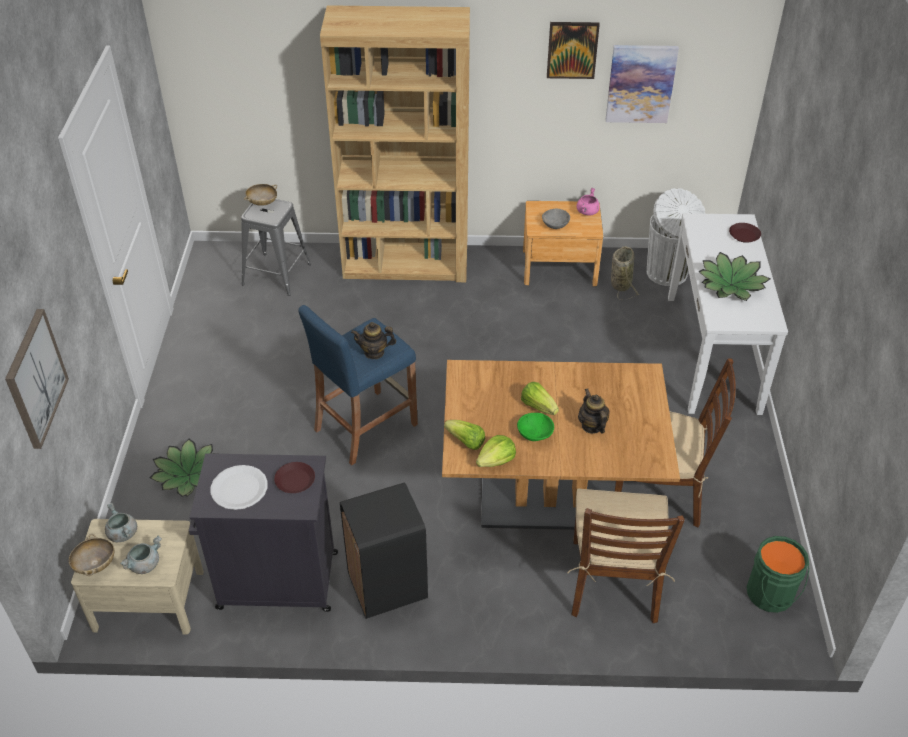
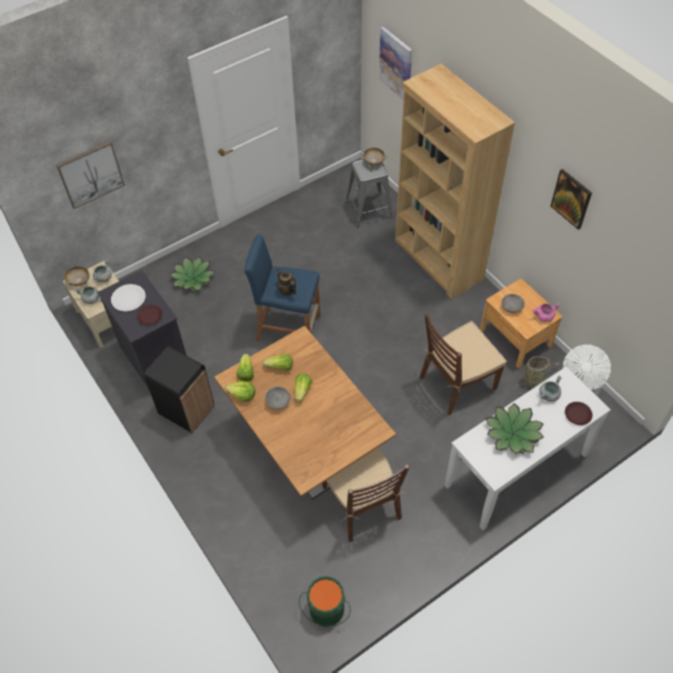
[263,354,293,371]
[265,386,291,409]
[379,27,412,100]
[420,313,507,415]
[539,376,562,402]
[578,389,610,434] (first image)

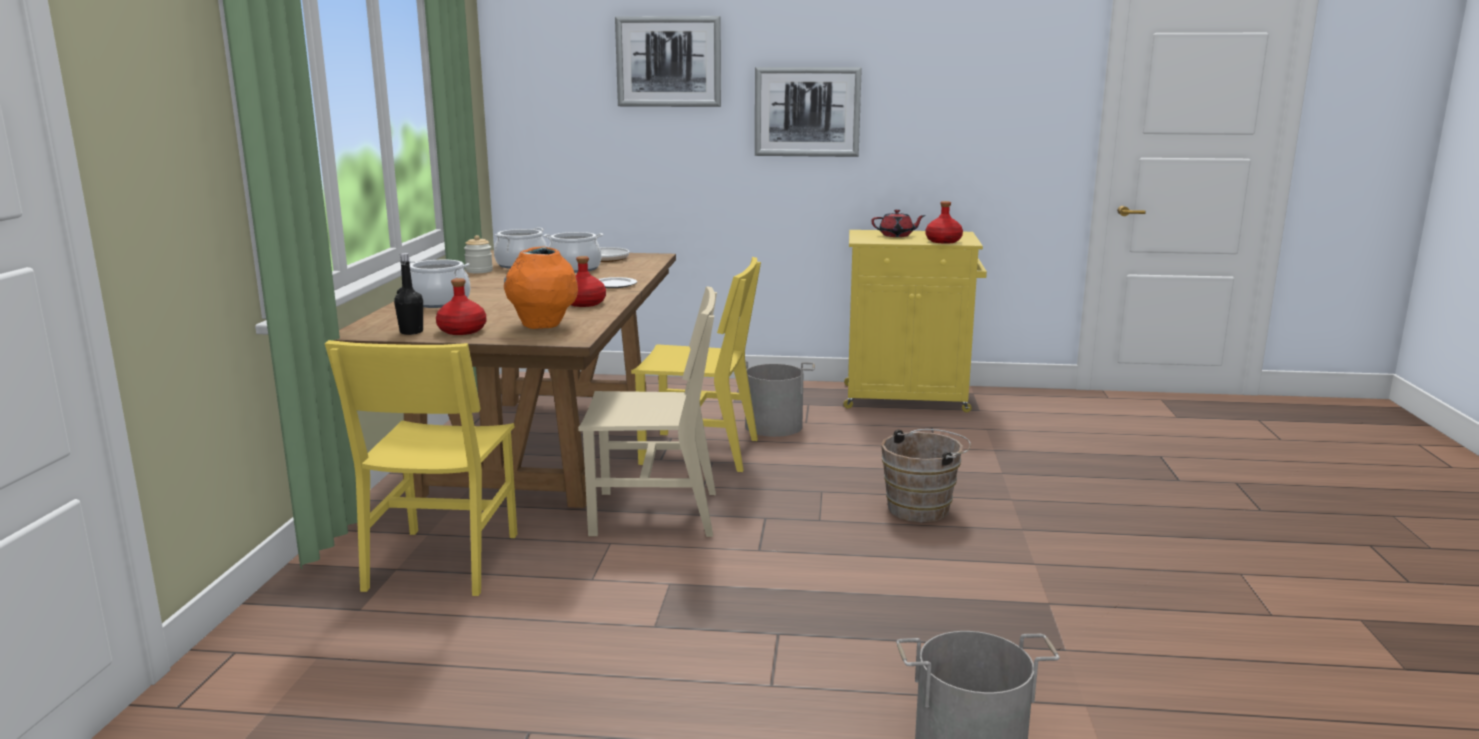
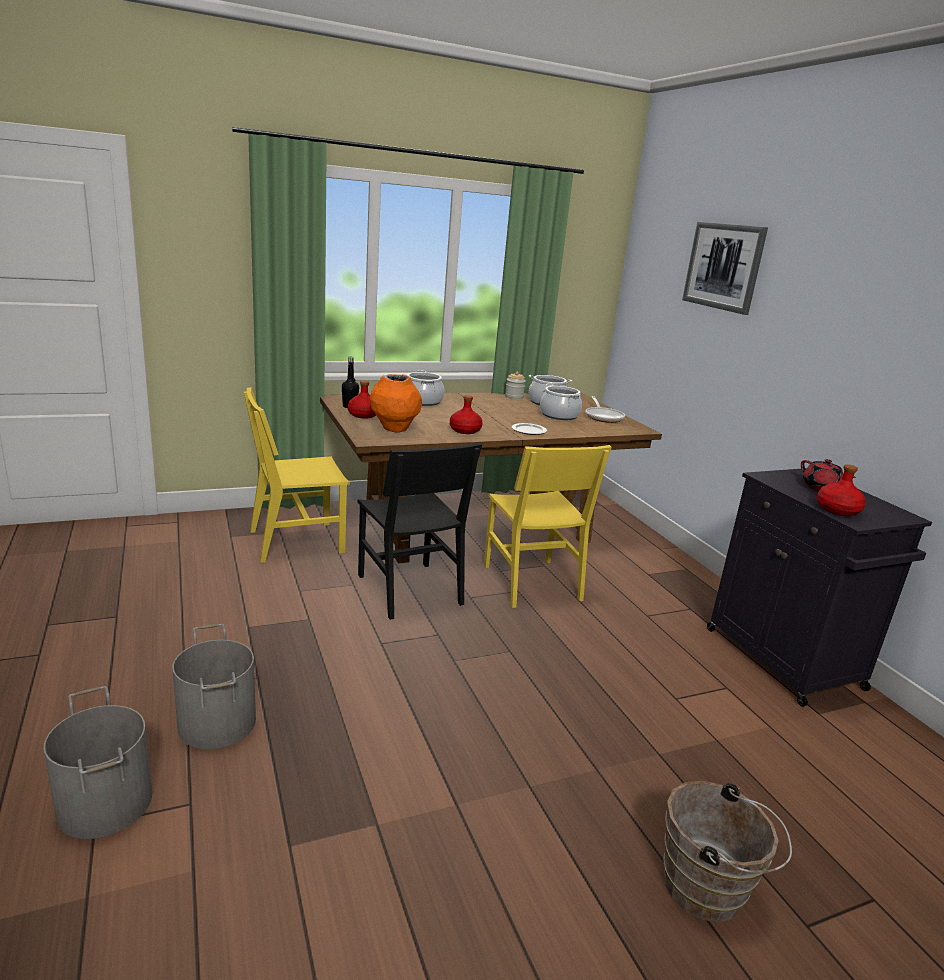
[172,624,256,749]
[357,442,482,620]
[663,781,792,922]
[707,468,932,707]
[755,67,862,157] (first image)

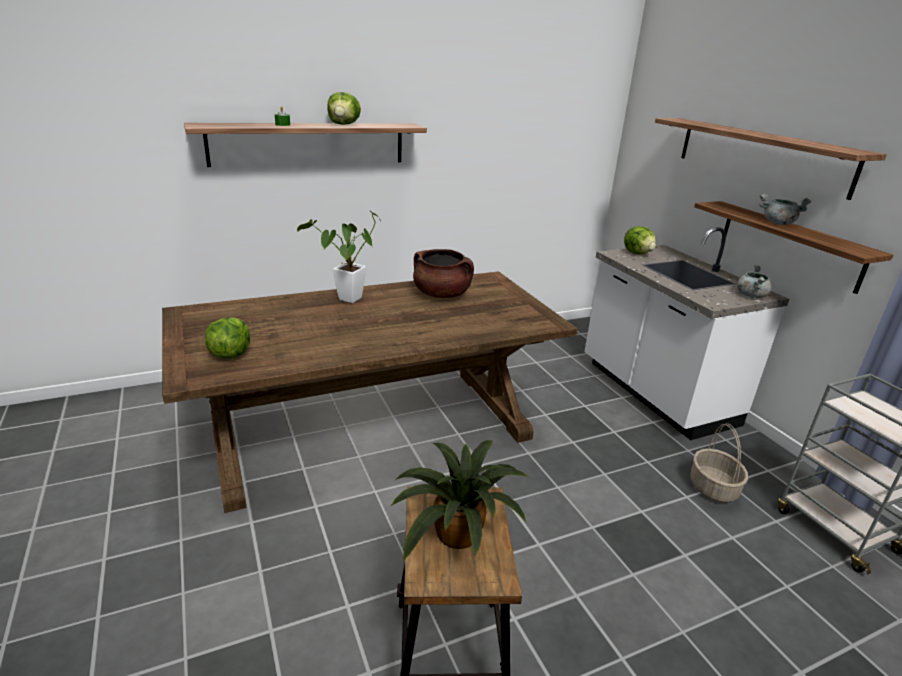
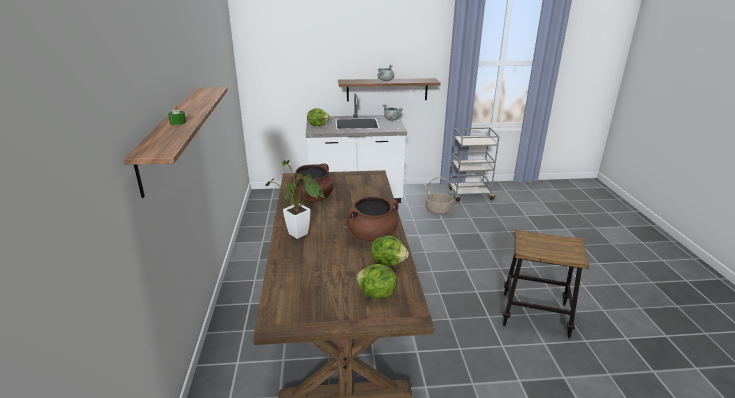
[347,196,399,242]
[371,235,409,266]
[391,440,529,562] (first image)
[655,118,887,200] (first image)

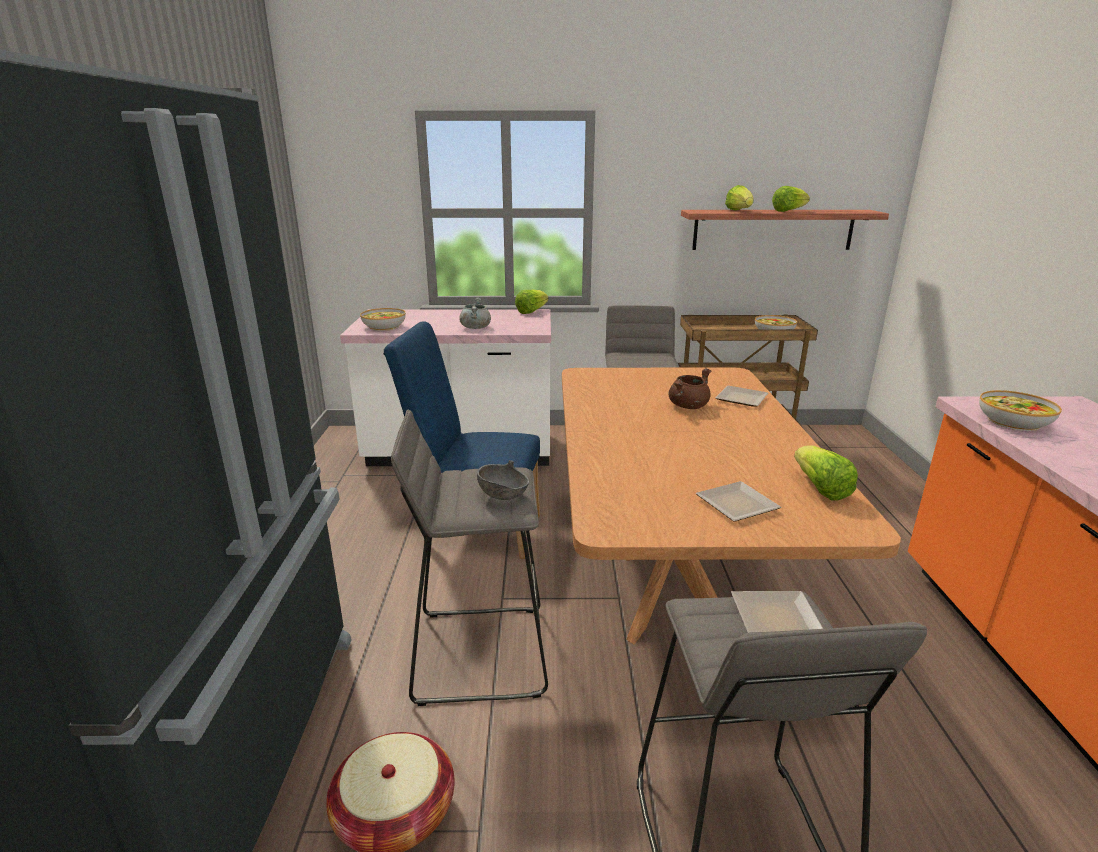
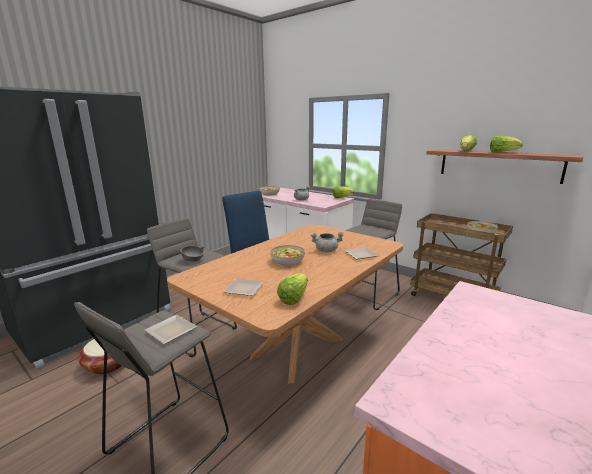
[270,245,305,266]
[311,232,344,252]

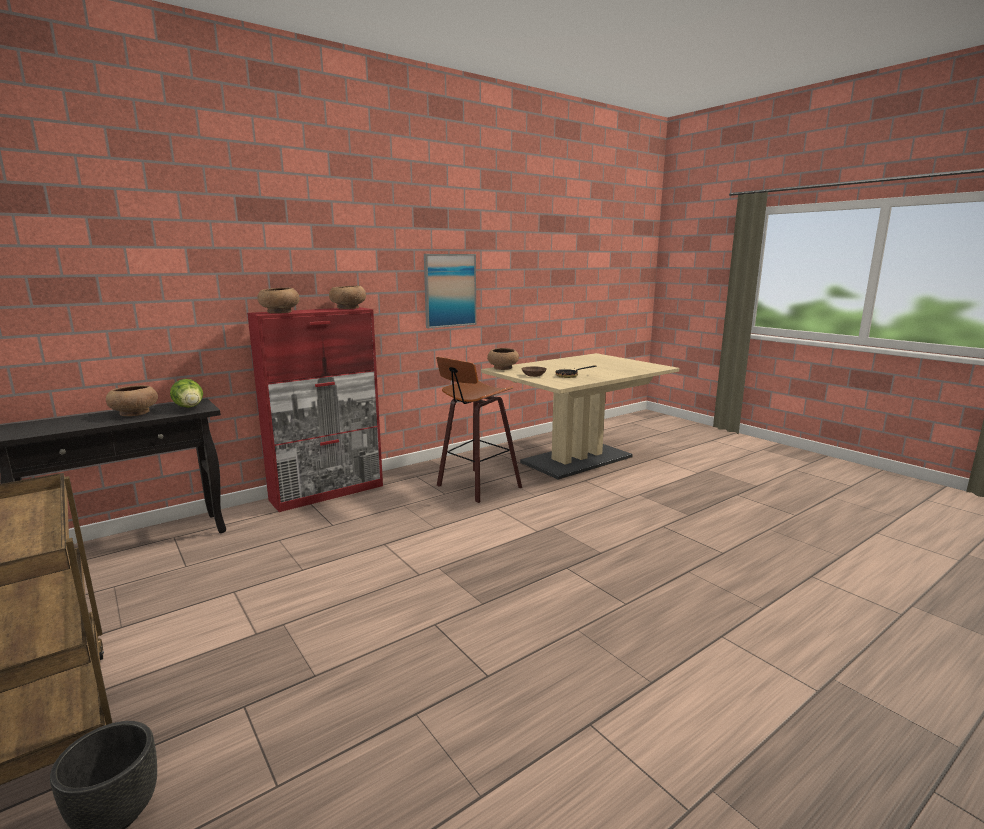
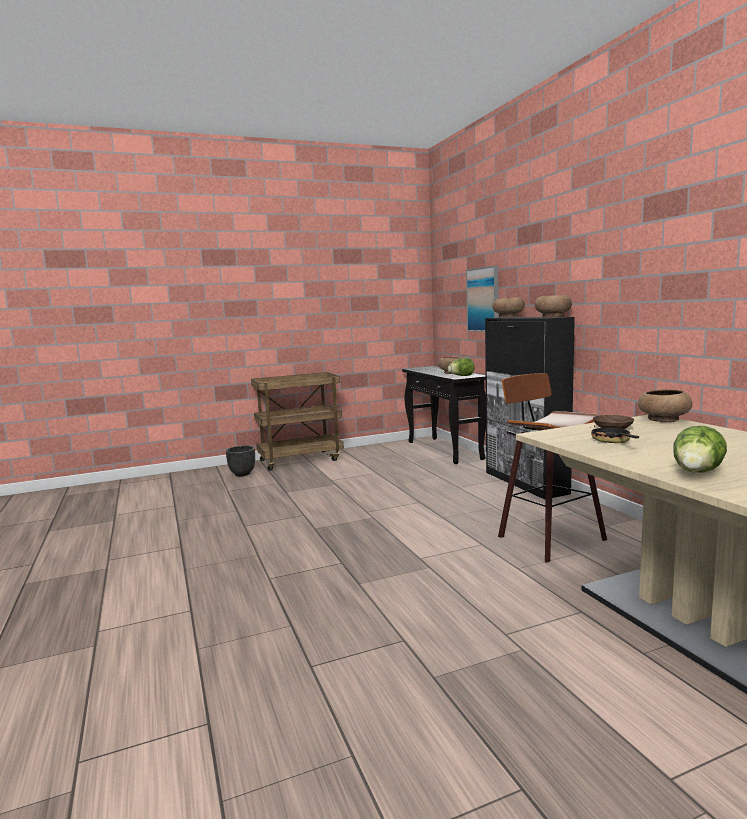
[466,266,498,332]
[485,317,575,500]
[673,426,727,473]

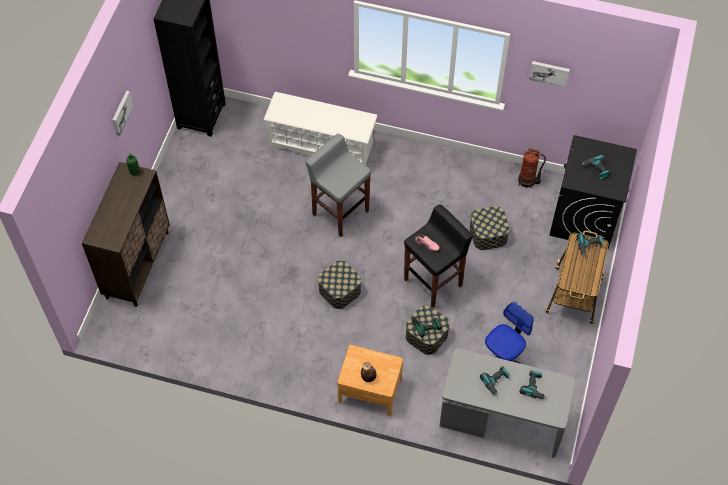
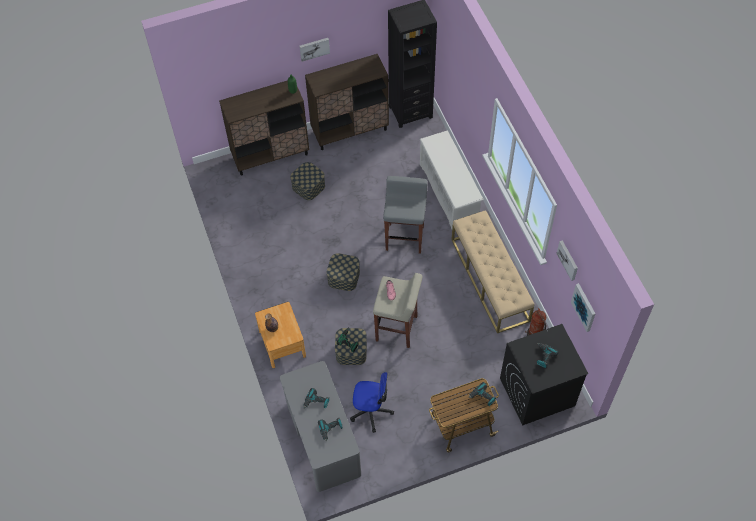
[290,162,325,200]
[305,54,389,150]
[373,273,423,348]
[451,210,534,333]
[571,283,595,332]

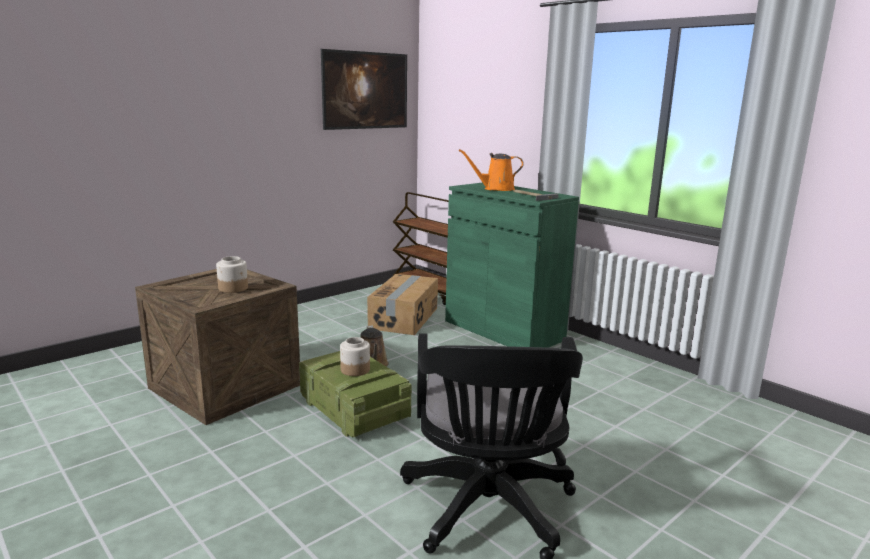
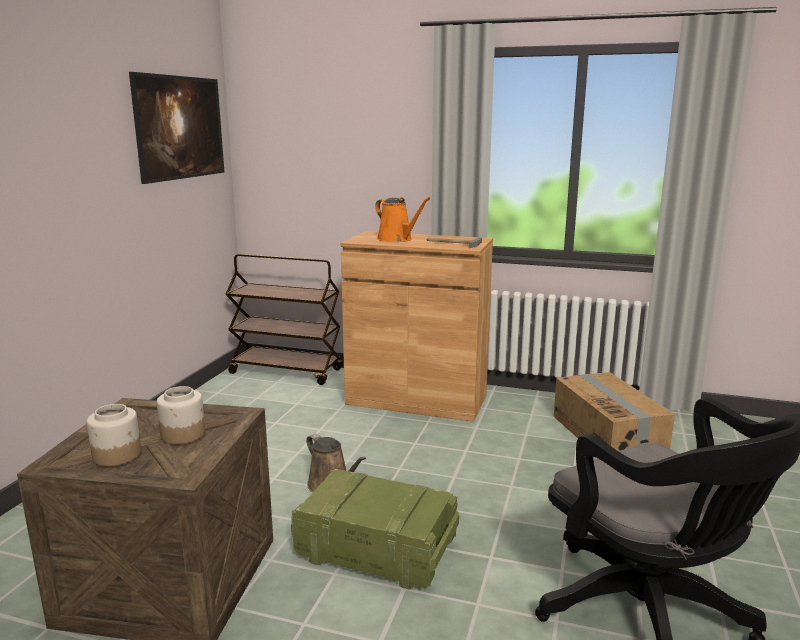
[87,404,141,466]
[341,231,493,422]
[375,197,430,242]
[554,372,675,451]

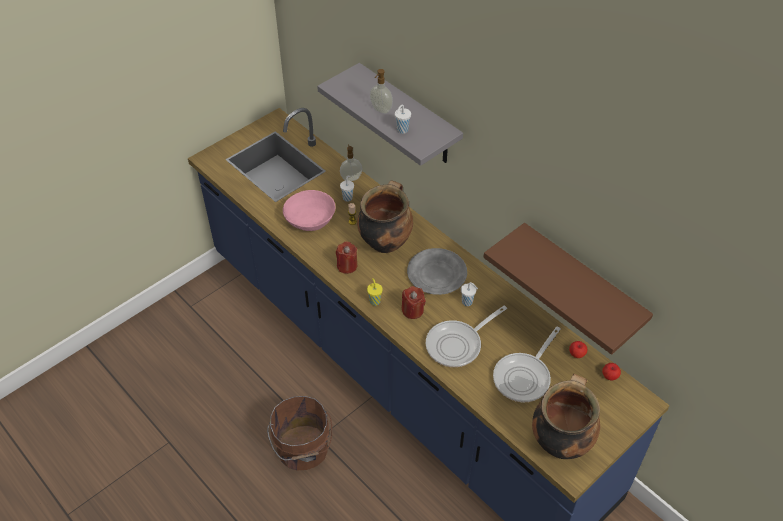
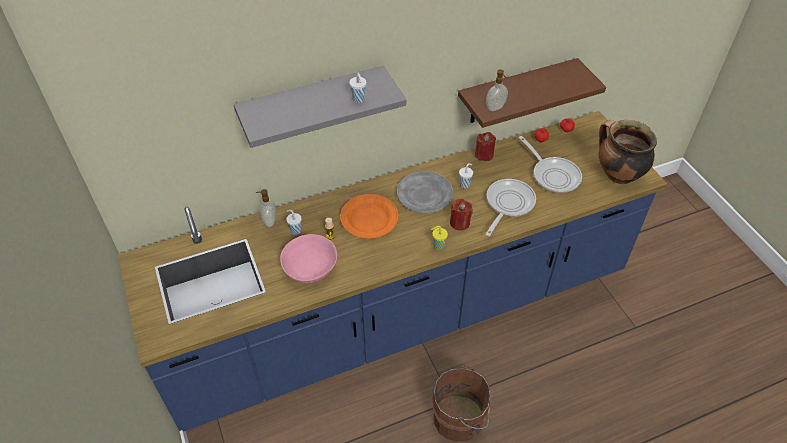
[340,194,398,239]
[475,132,496,161]
[485,179,536,236]
[486,69,508,111]

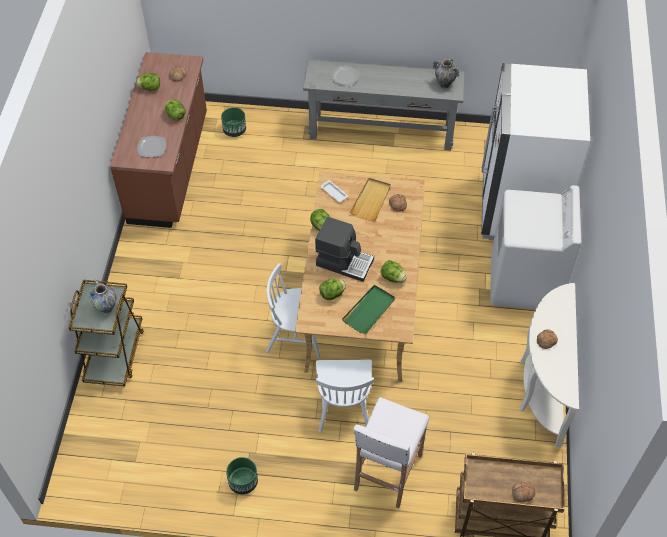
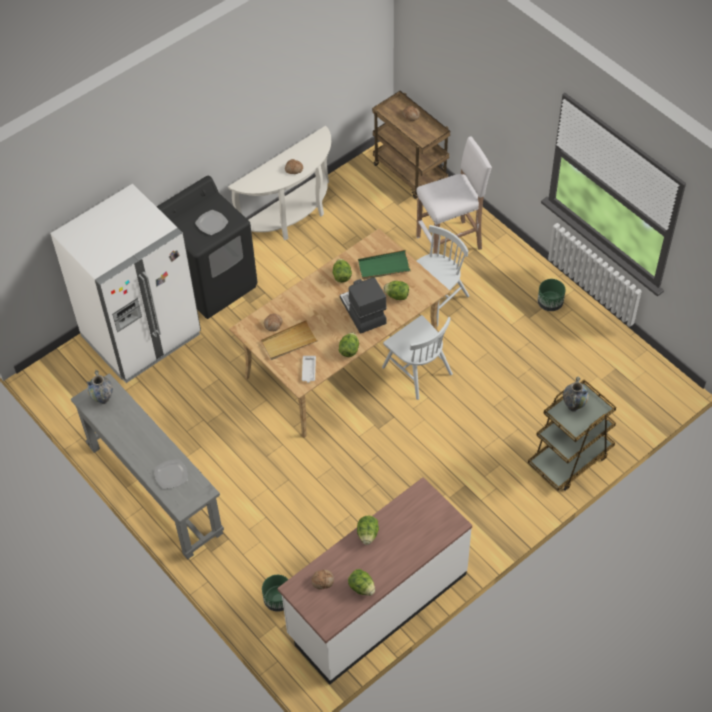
[157,176,257,319]
[195,210,228,235]
[277,477,472,685]

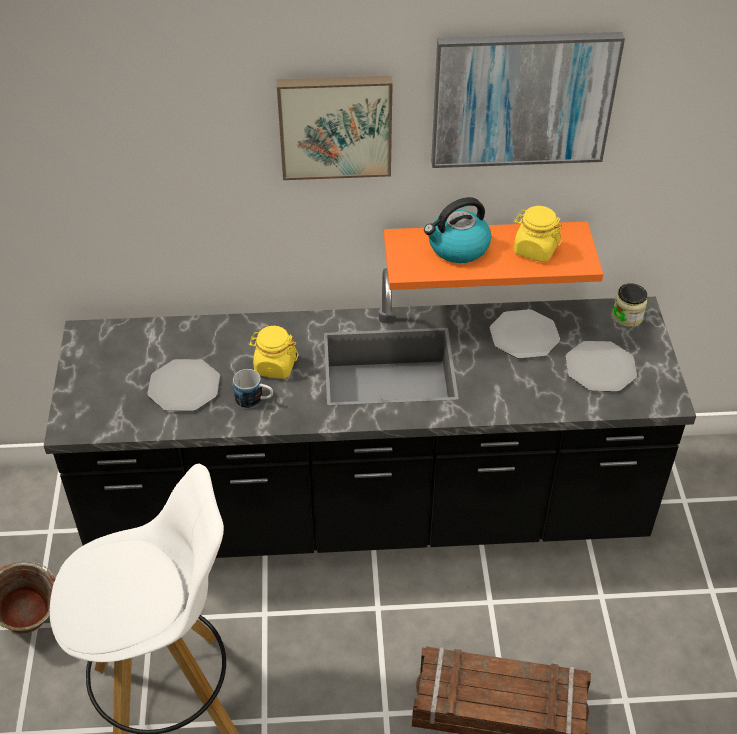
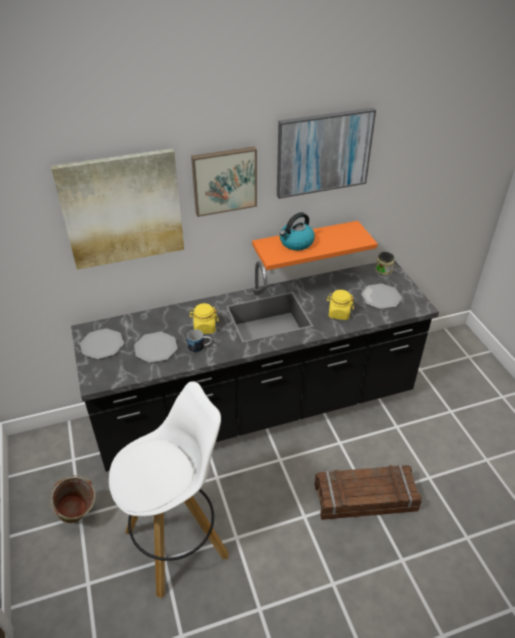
[51,148,184,270]
[80,329,124,359]
[327,290,354,320]

